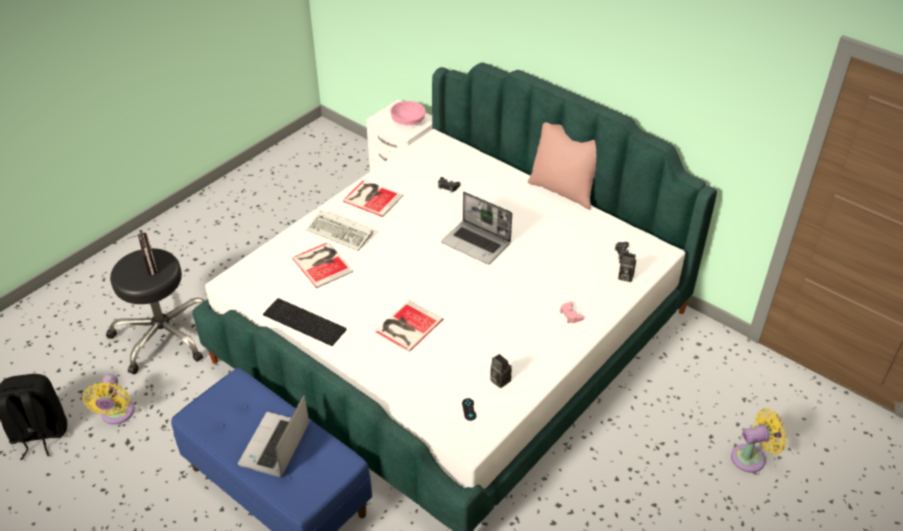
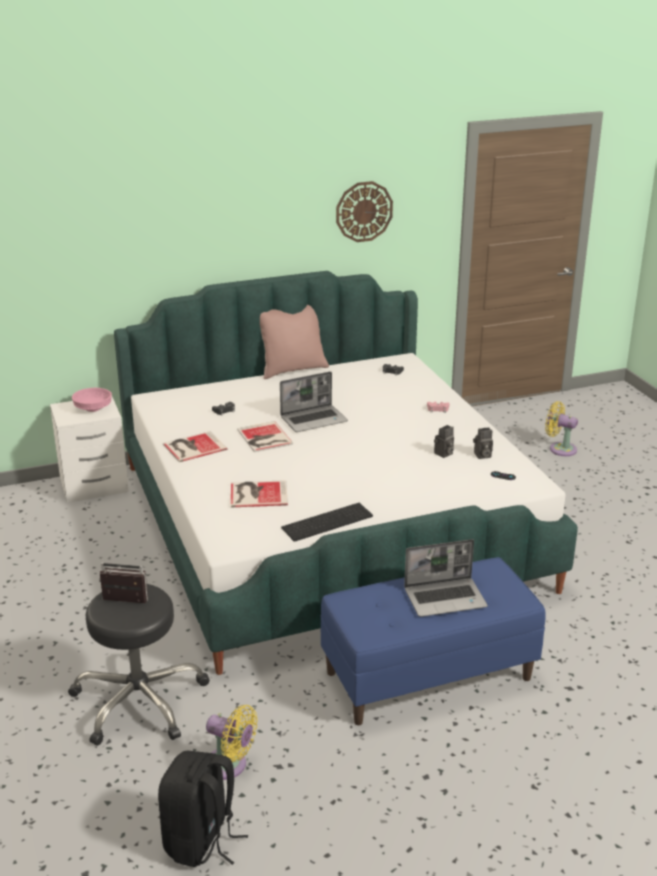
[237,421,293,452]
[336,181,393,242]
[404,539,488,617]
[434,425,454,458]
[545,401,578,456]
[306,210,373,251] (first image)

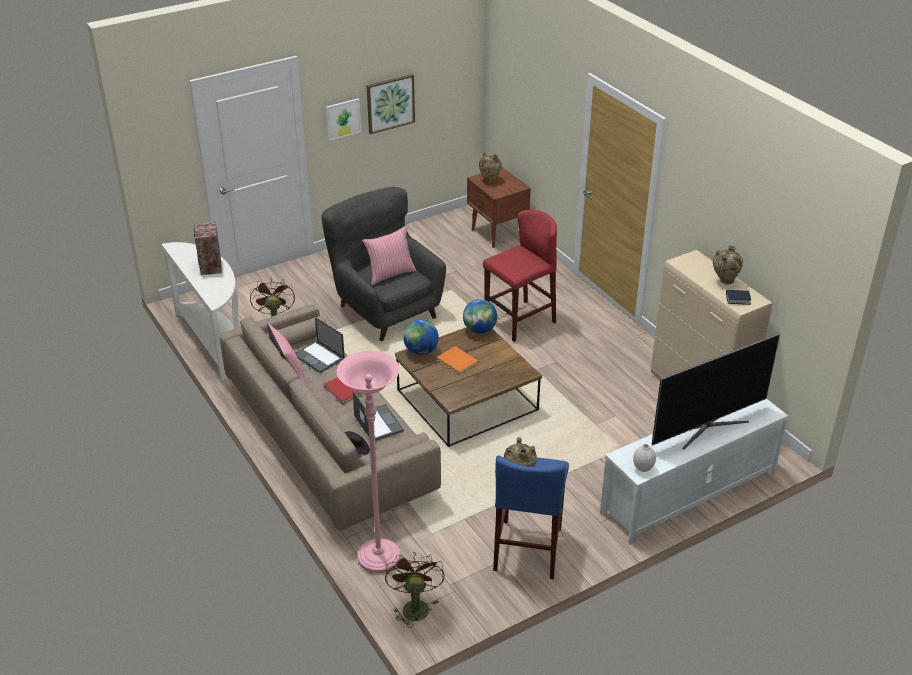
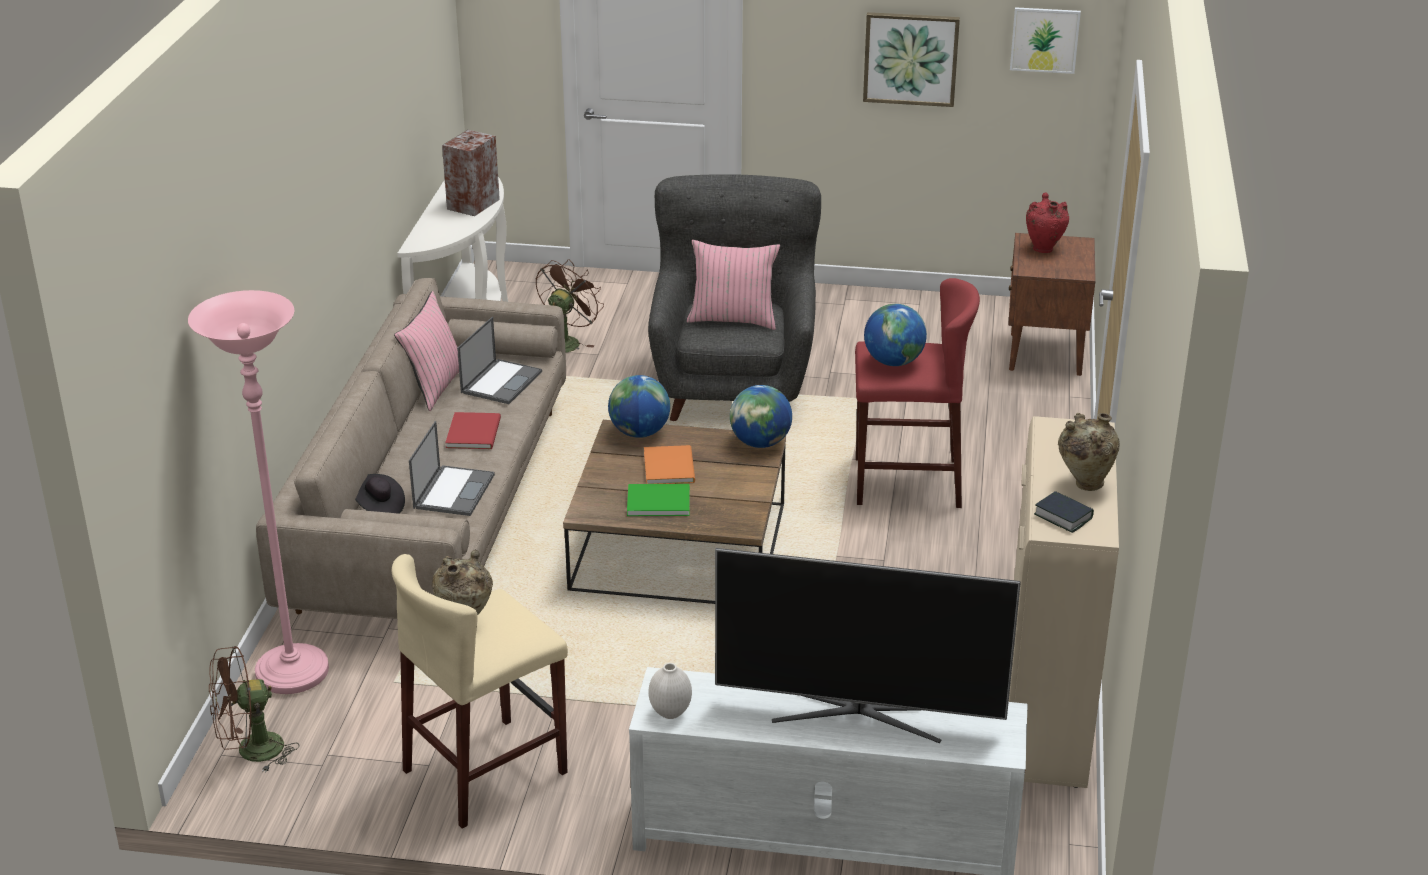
[209,646,299,773]
[392,554,568,829]
[457,317,542,404]
[627,484,690,516]
[864,304,927,366]
[1010,7,1081,74]
[1026,193,1069,253]

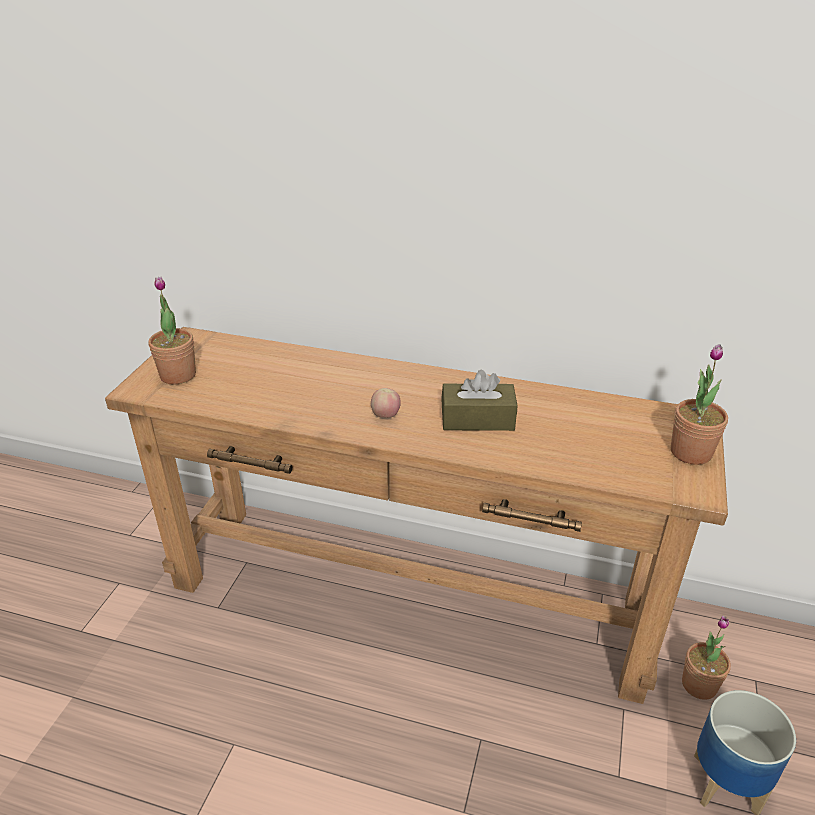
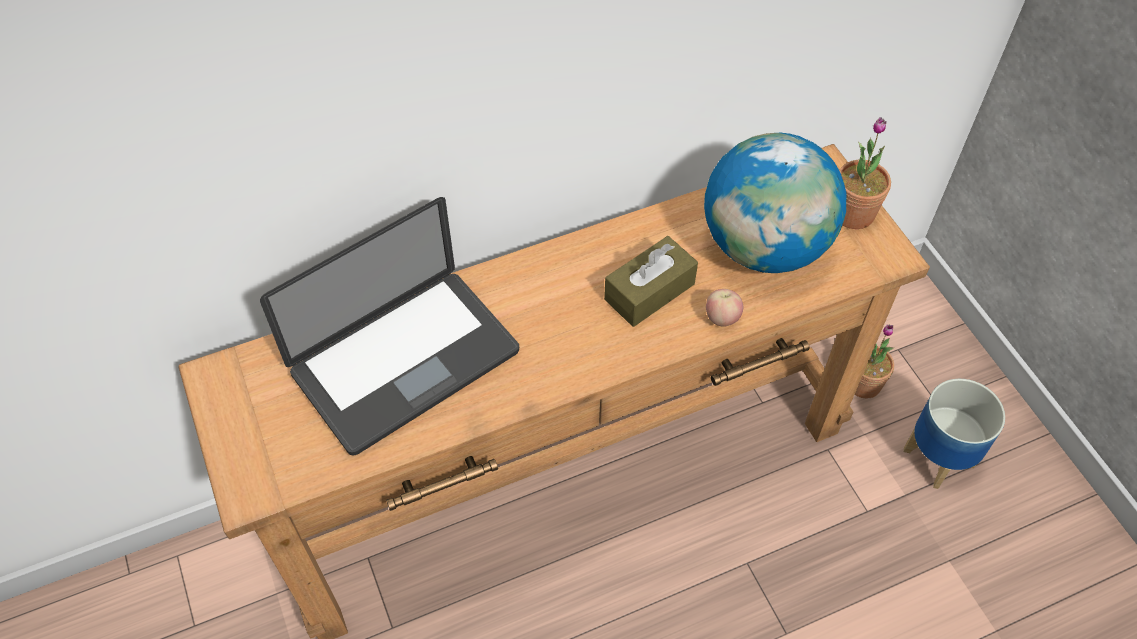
[260,197,519,455]
[704,132,846,273]
[706,289,743,327]
[149,277,196,385] (first image)

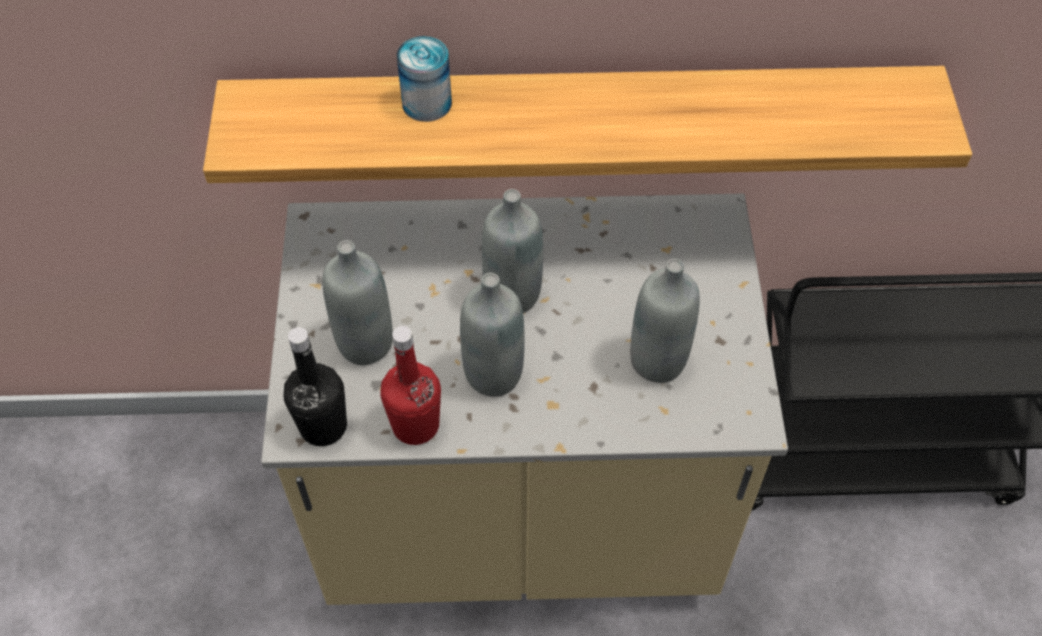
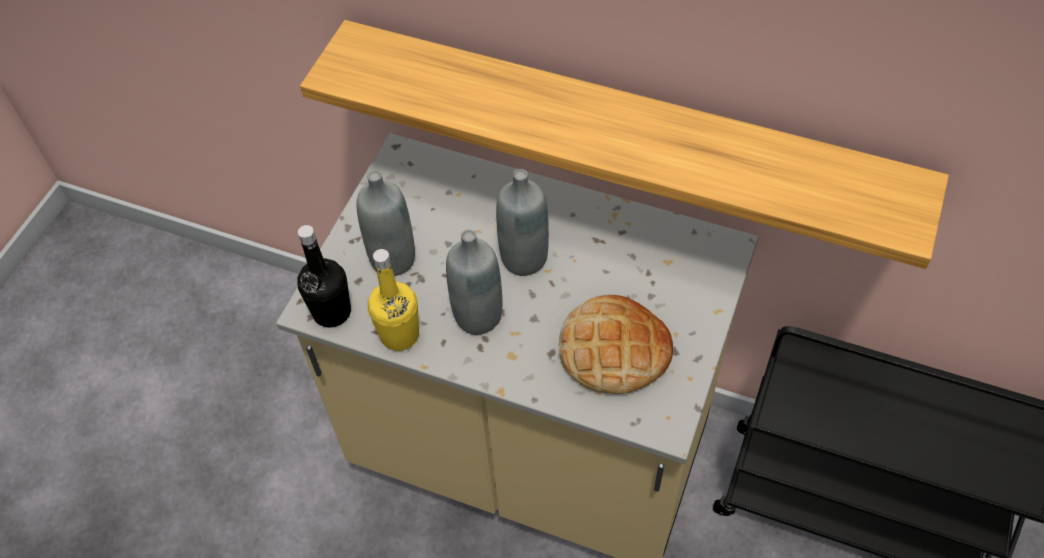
[368,249,419,351]
[559,295,673,394]
[396,36,452,122] (first image)

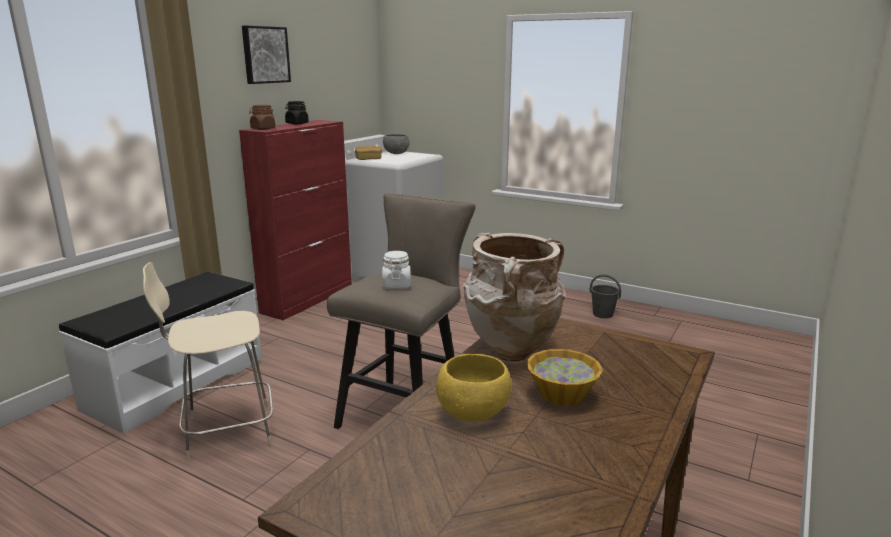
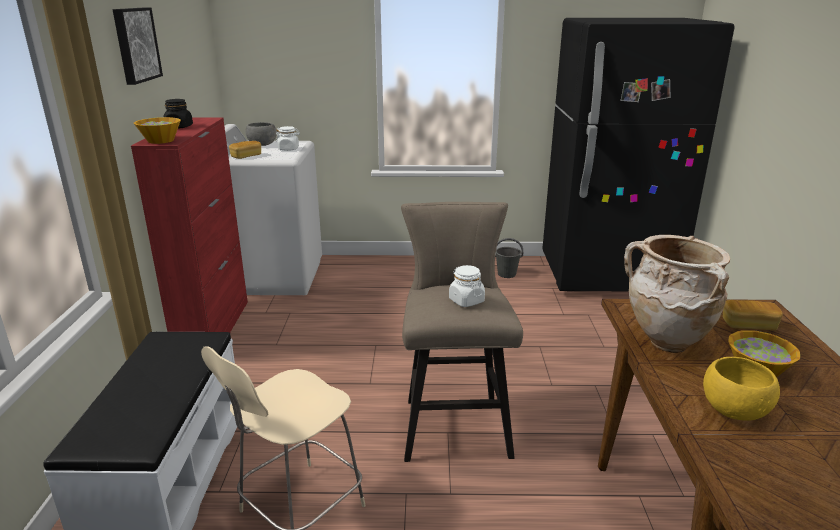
[134,117,181,144]
[276,126,300,151]
[542,18,735,291]
[723,300,783,331]

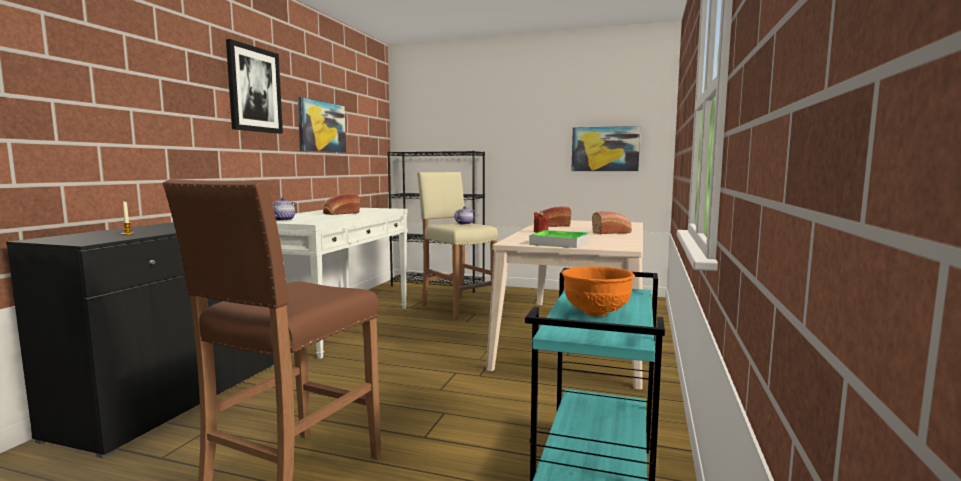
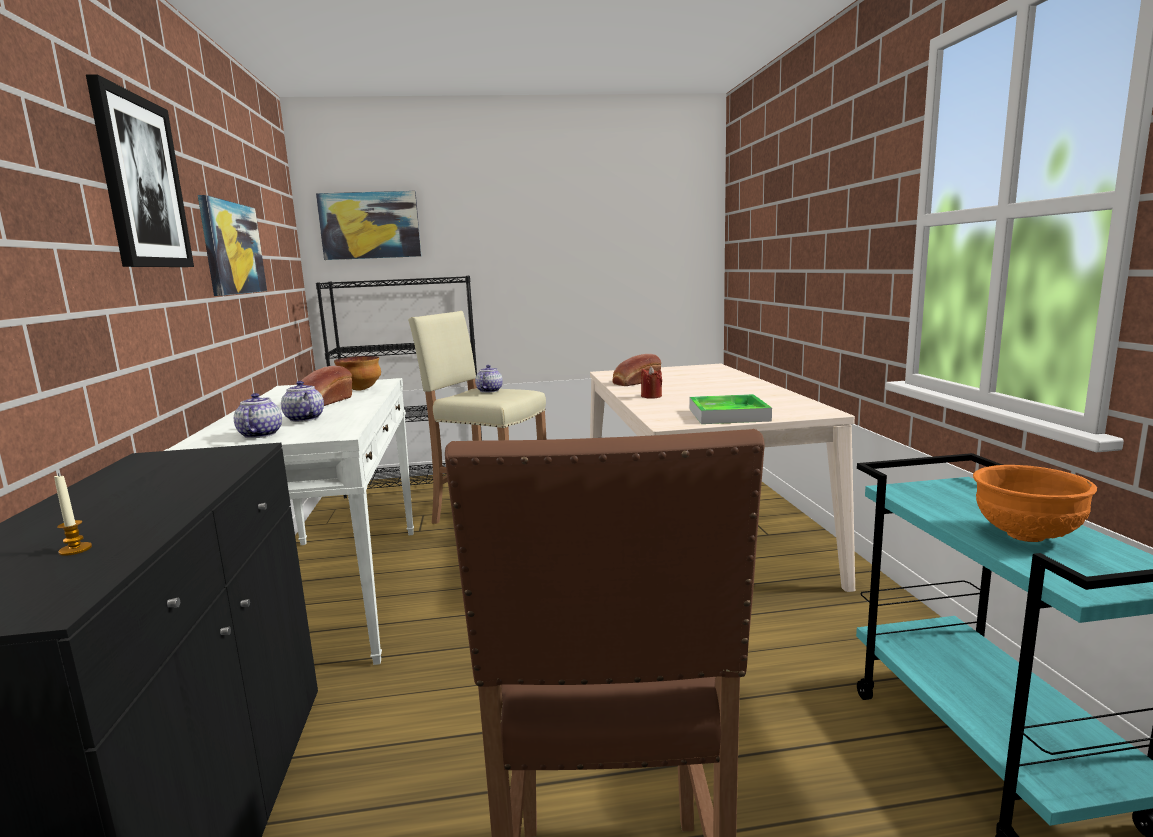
[281,381,324,422]
[316,191,421,260]
[334,356,381,390]
[592,211,632,234] (first image)

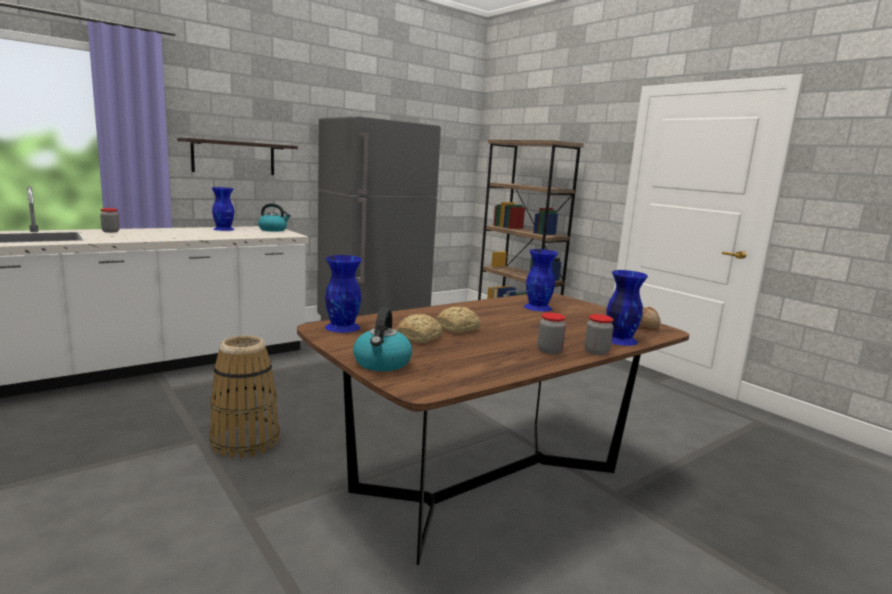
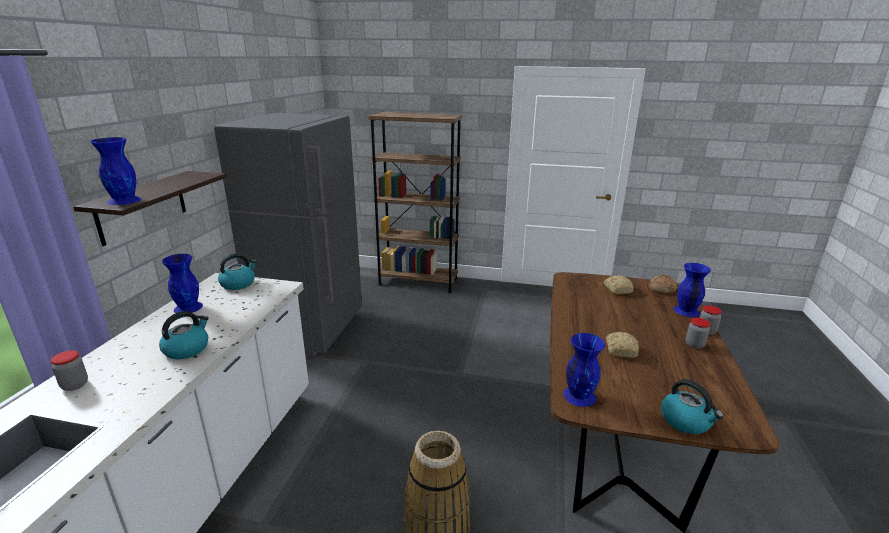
[90,137,141,205]
[159,311,209,359]
[604,275,634,294]

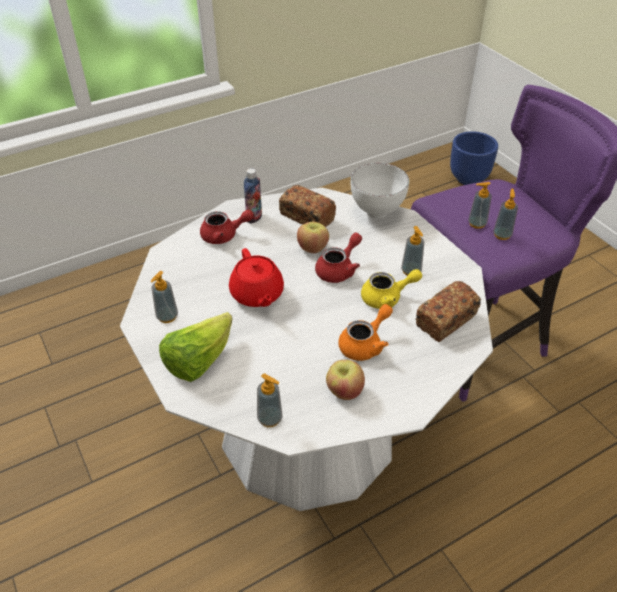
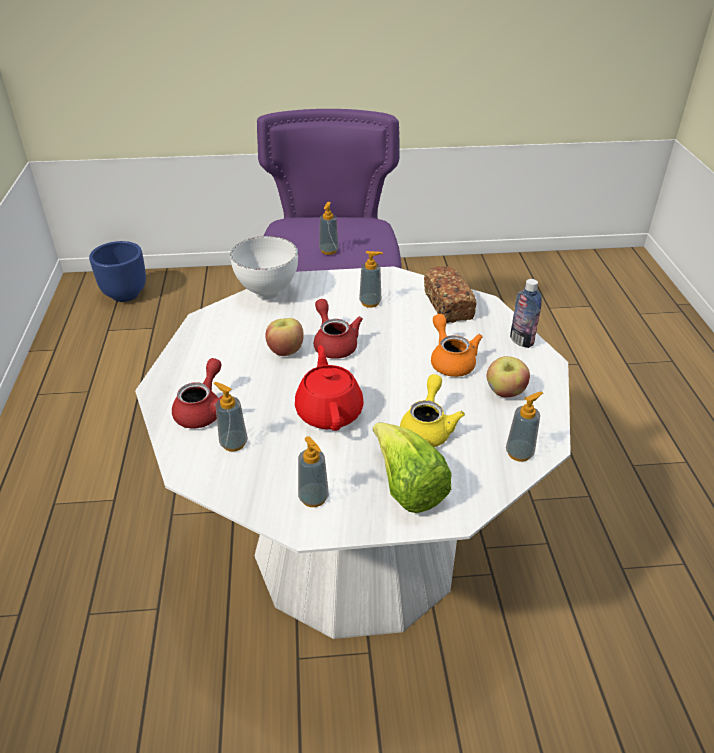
[214,382,248,452]
[295,345,364,431]
[400,374,465,447]
[510,279,542,348]
[279,185,336,227] (first image)

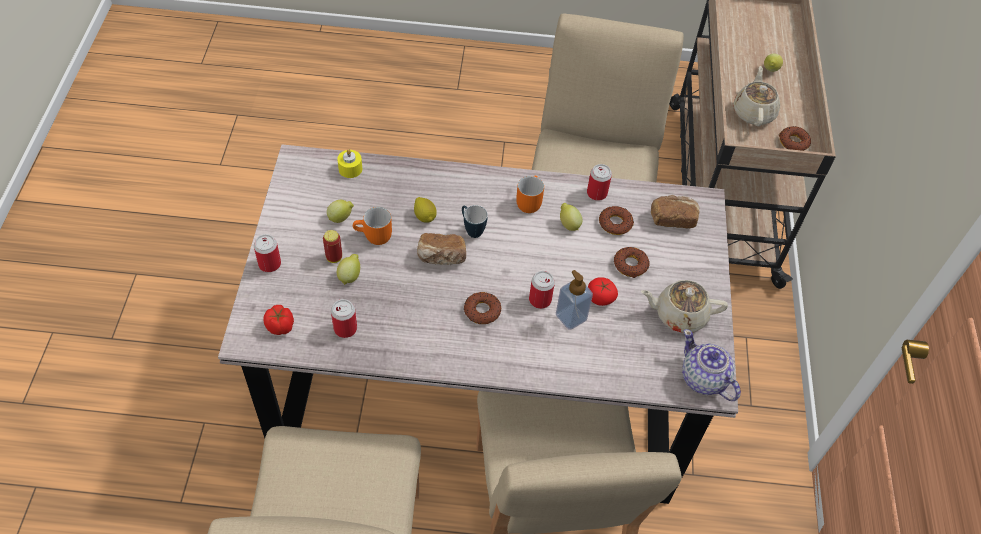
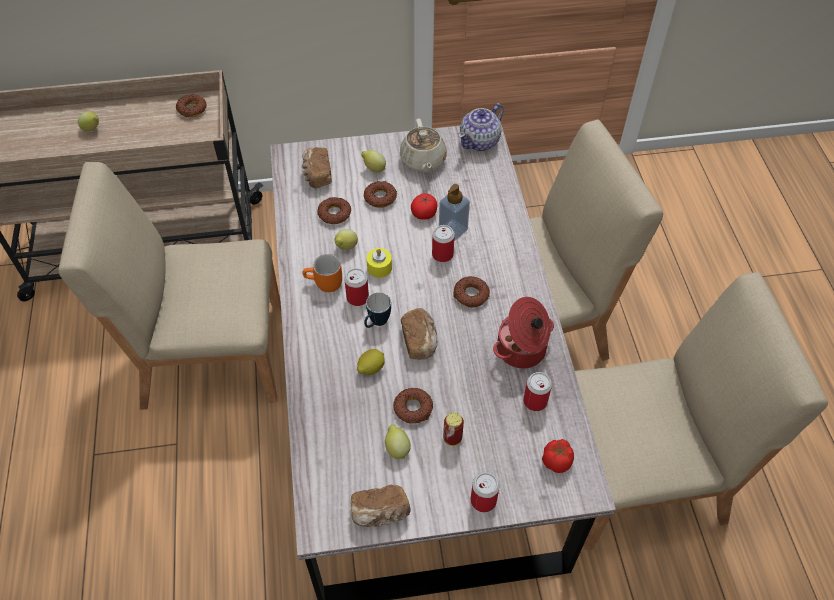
[344,268,369,306]
[351,485,411,527]
[361,150,386,172]
[367,248,392,278]
[393,388,433,424]
[493,297,554,368]
[734,66,780,127] (first image)

